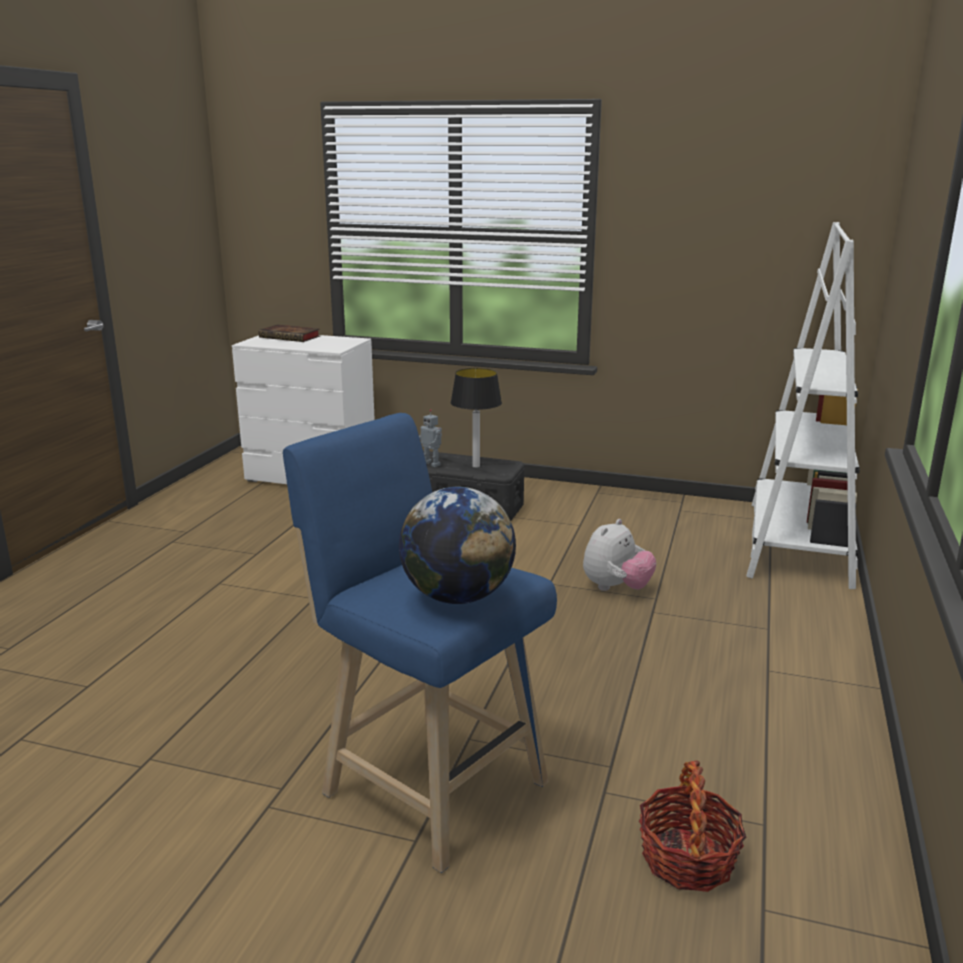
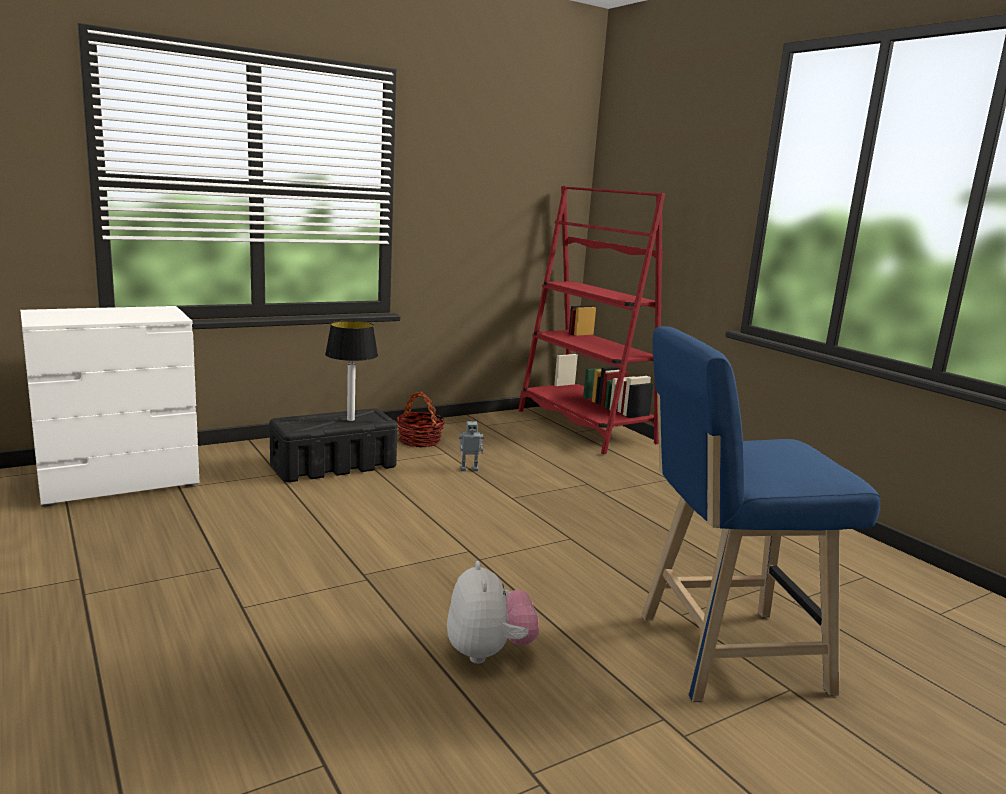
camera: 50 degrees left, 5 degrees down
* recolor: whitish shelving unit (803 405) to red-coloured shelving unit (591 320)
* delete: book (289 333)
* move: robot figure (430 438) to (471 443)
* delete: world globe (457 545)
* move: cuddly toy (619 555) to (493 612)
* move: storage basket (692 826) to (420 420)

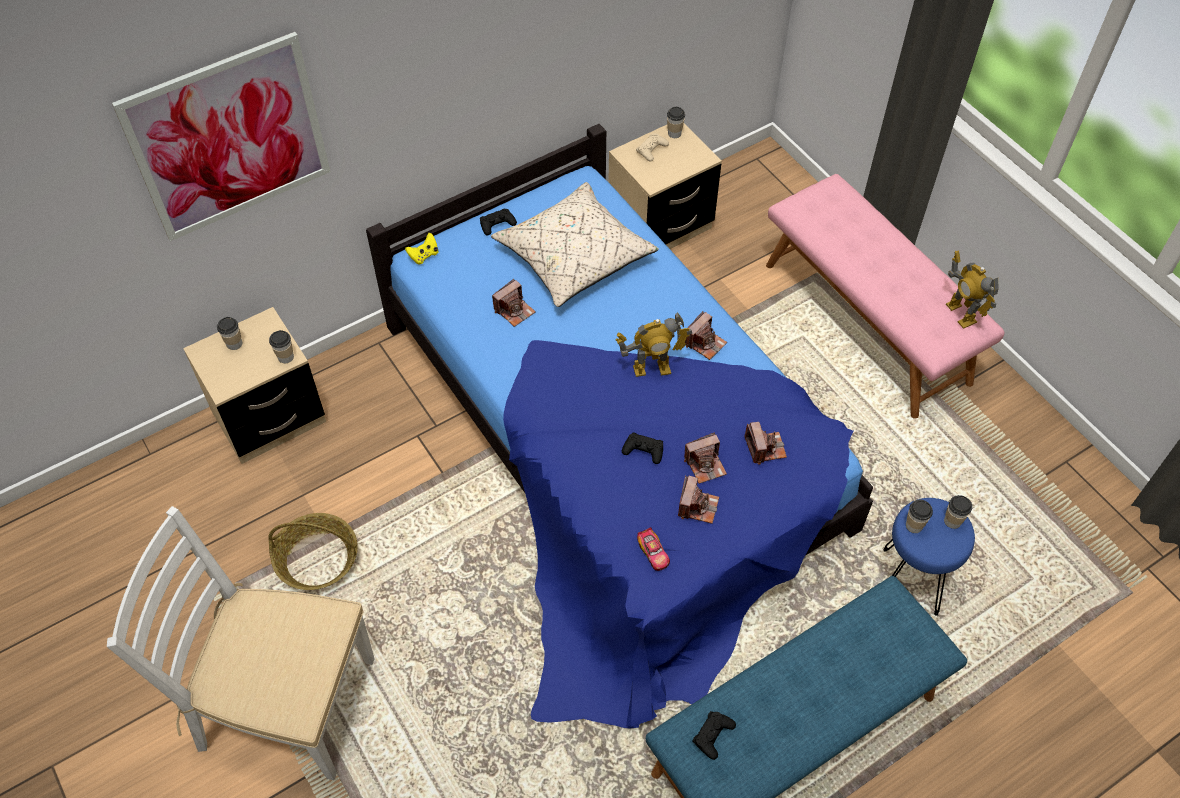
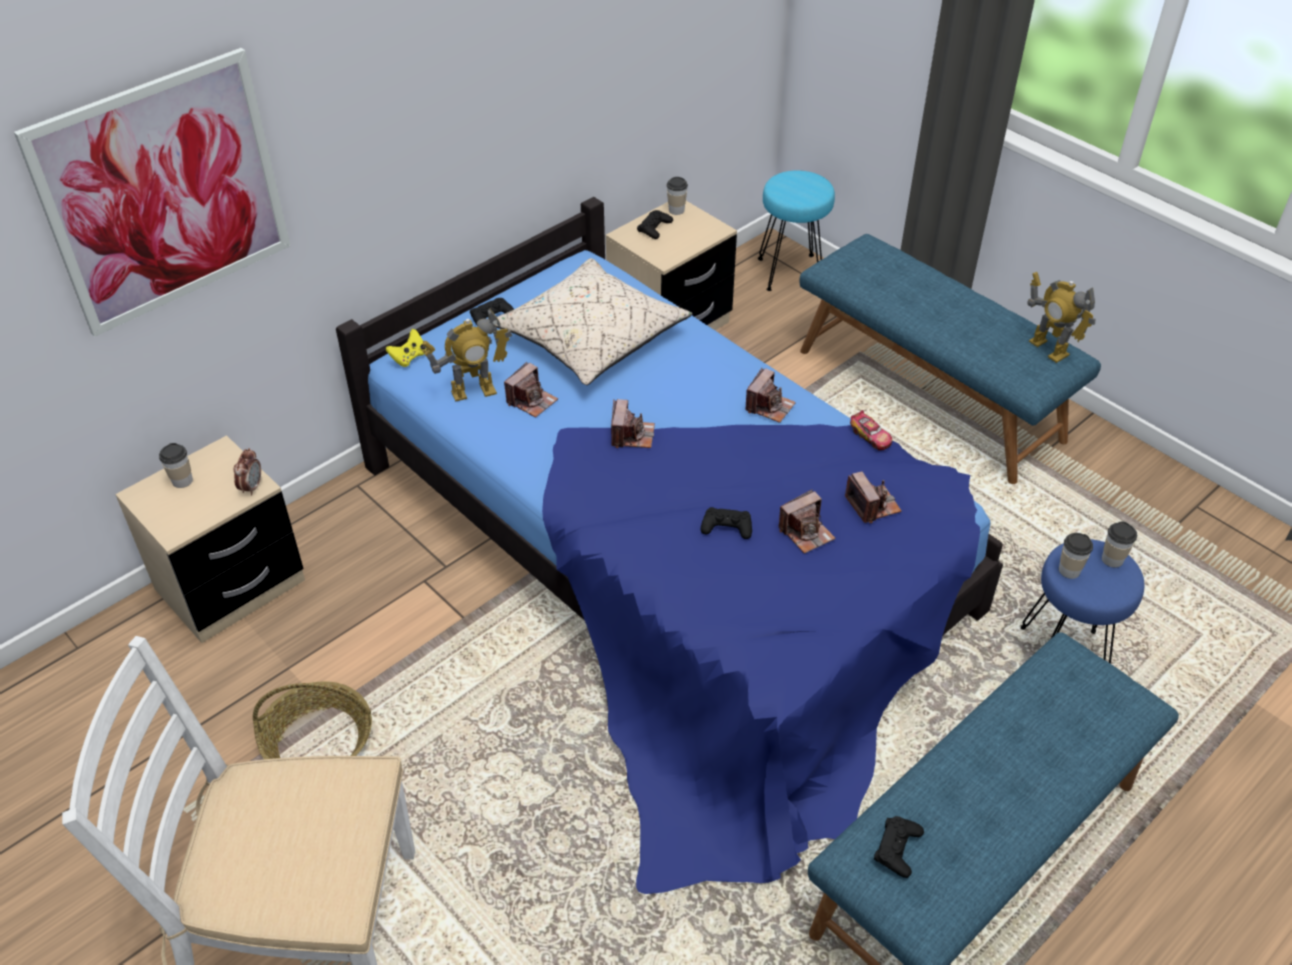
camera: 10 degrees left, 10 degrees down
* recolor: beige-coloured joypad (652 147) to black joypad (655 224)
* recolor: pinkish long seat (885 296) to blue-coloured long seat (950 359)
* move: robot figure (654 344) to (467 355)
* replace: small cup (281 346) to bedside clock (247 472)
* move: photo camera (698 499) to (633 423)
* move: miniature car (653 549) to (871 430)
* insert: turquoise stool seat (796 230)

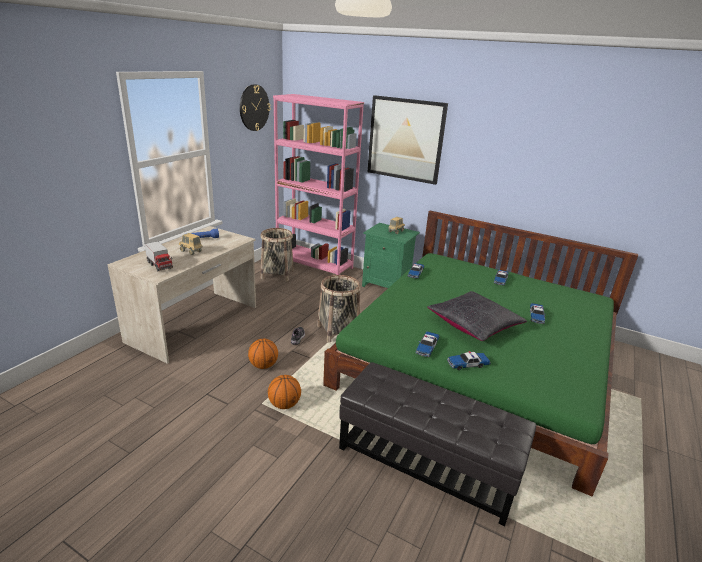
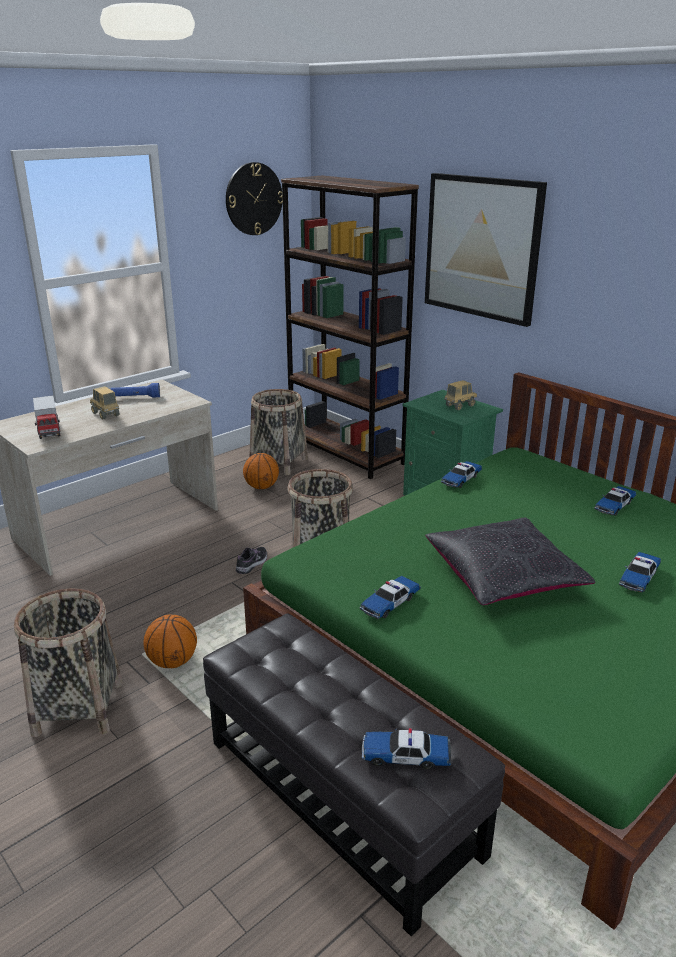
camera: 20 degrees right, 0 degrees up
* recolor: pinkish shelving unit (318 184) to brown-coloured shelving unit (350 327)
* move: ball for basketball (263 354) to (261 471)
* move: miniature car (469 360) to (406 749)
* insert: storage basket (68 662)

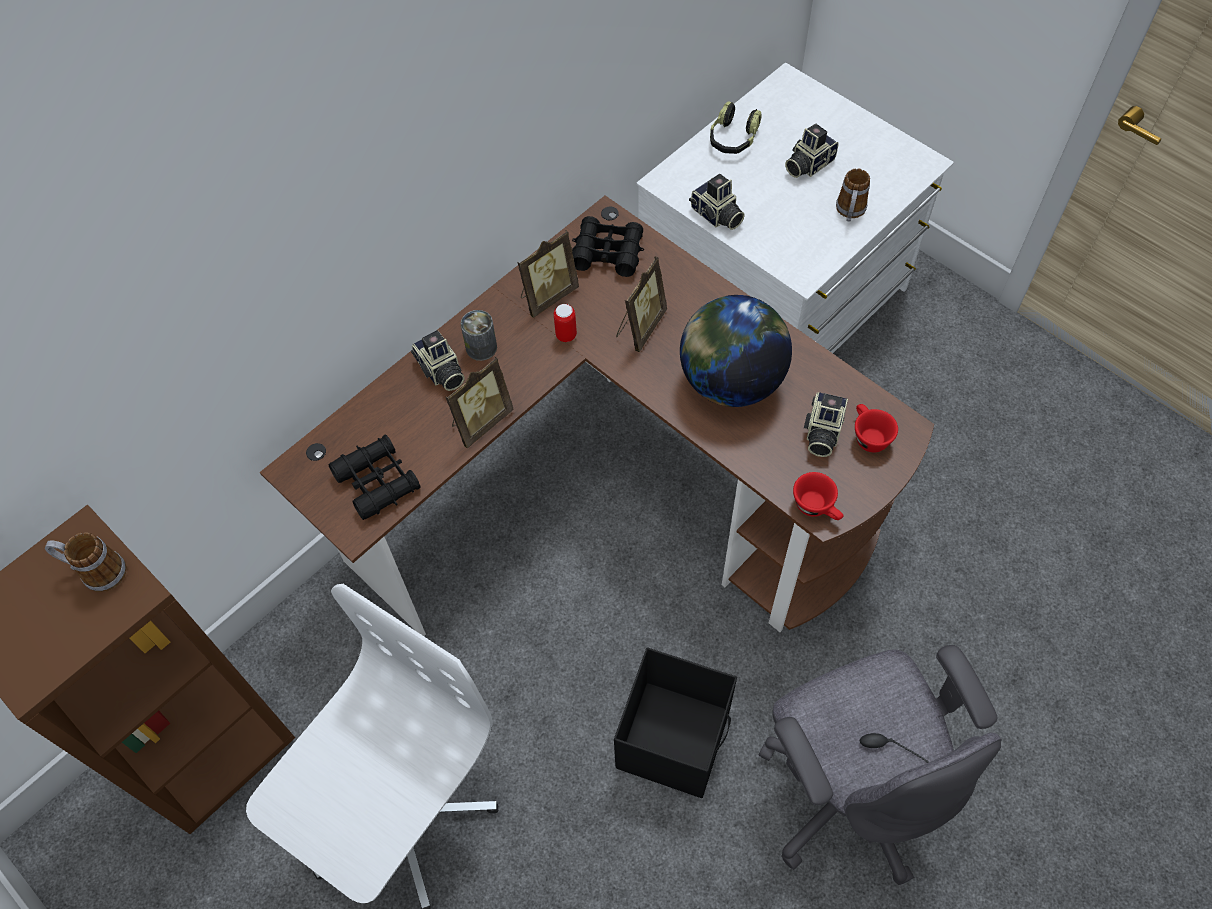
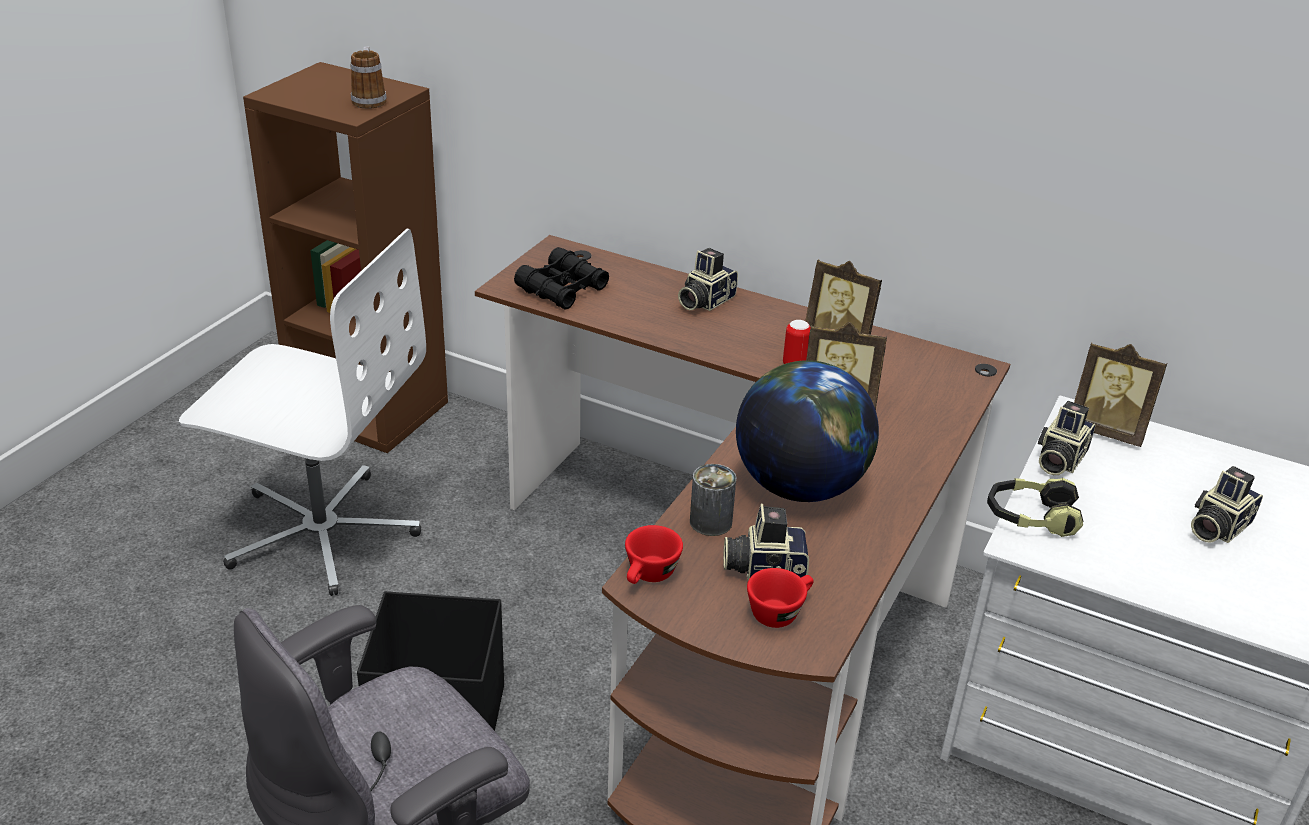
camera: 70 degrees right, 25 degrees down
* move: headset (736 127) to (1035 507)
* rotate: photo camera (812 151) = (1227 504) 75 degrees counterclockwise
* delete: mug (853 195)
* delete: black pair of binoculars (608 246)
* move: can (479 335) to (713 500)
* move: picture frame (479 402) to (1120 395)

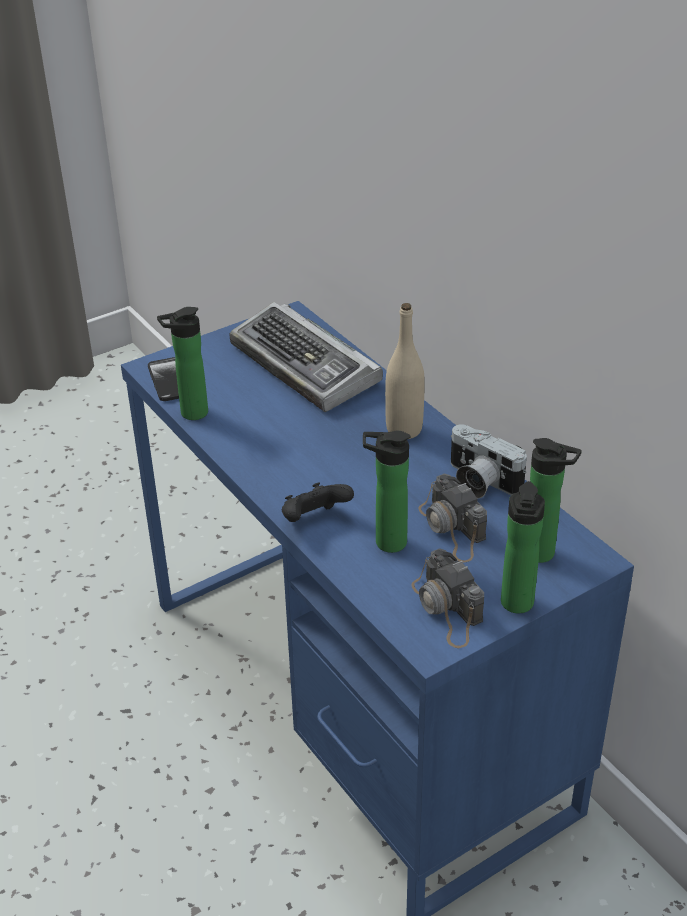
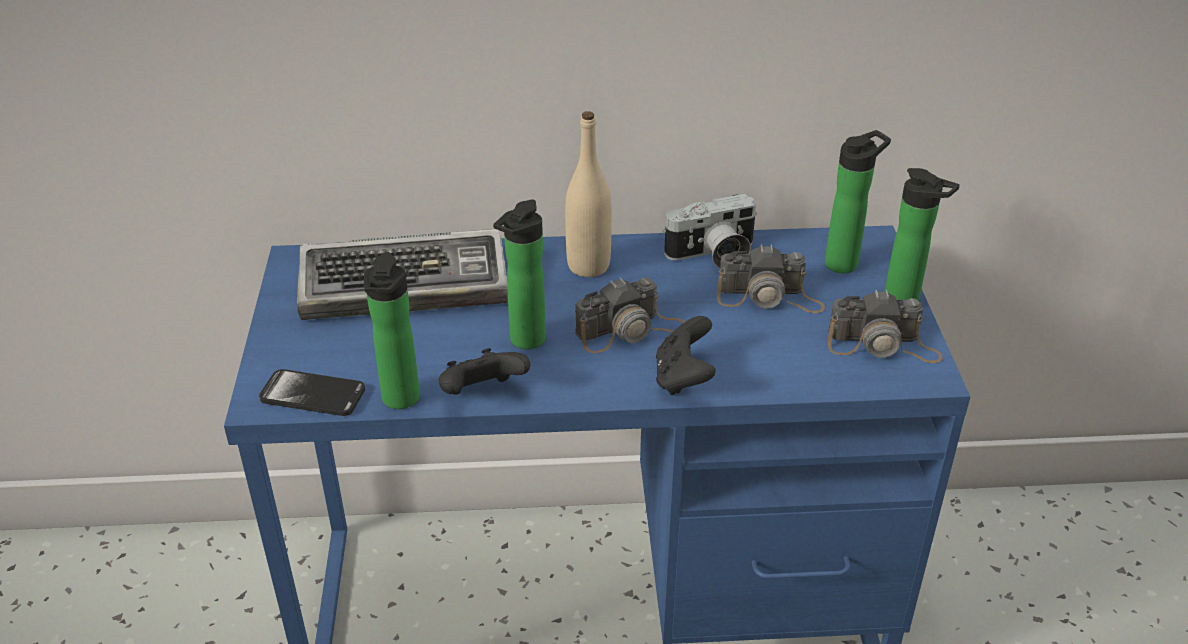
camera: 60 degrees left, 0 degrees up
* move: beverage bottle (386 491) to (519 274)
* insert: photo camera (630 315)
* insert: black joypad (484 371)

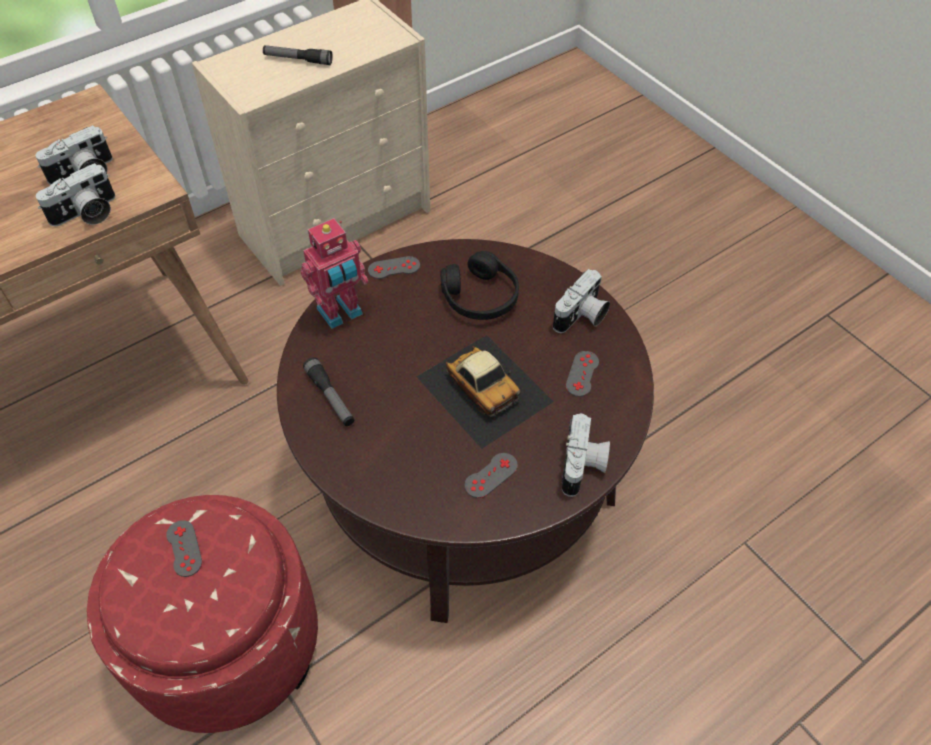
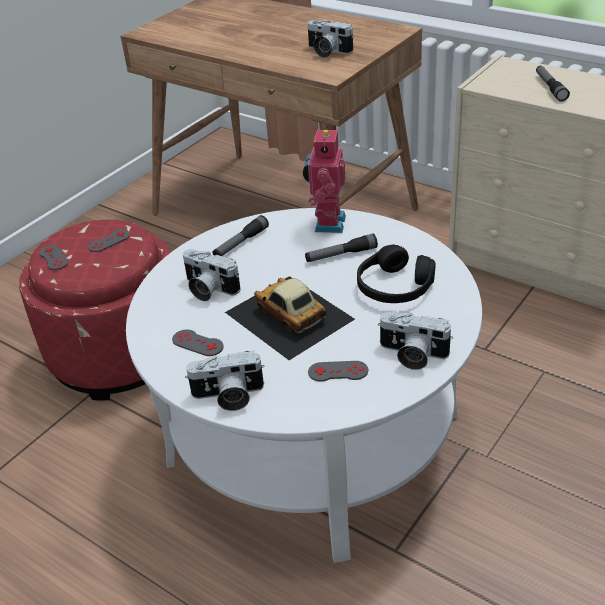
camera: 75 degrees right, 15 degrees down
* move: photo camera (75 194) to (212 275)
* rotate: robot figure (334 273) = (324 179) 60 degrees clockwise
* recolor: brown-coloured low table (465 431) to whitish low table (304 385)
* move: grey joypad (394 267) to (53 257)
* rotate: miniature car (485 392) = (290 318) 105 degrees clockwise
* insert: torch (341 248)

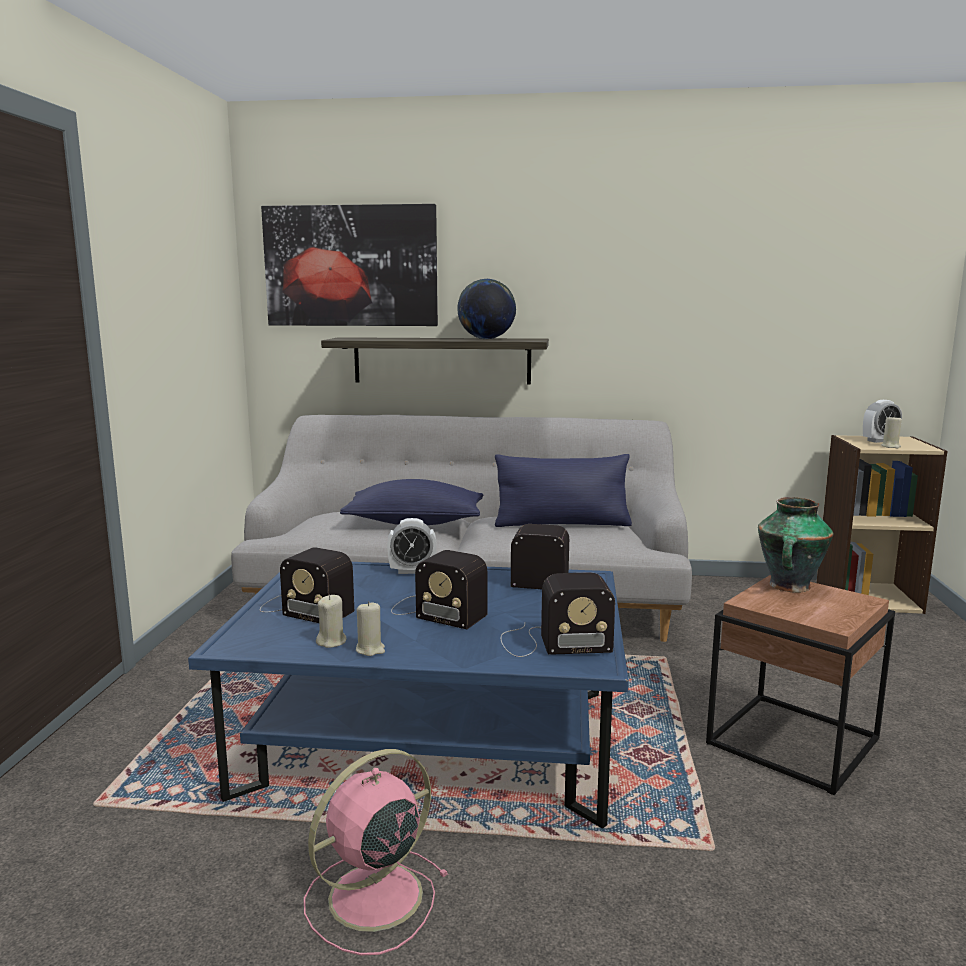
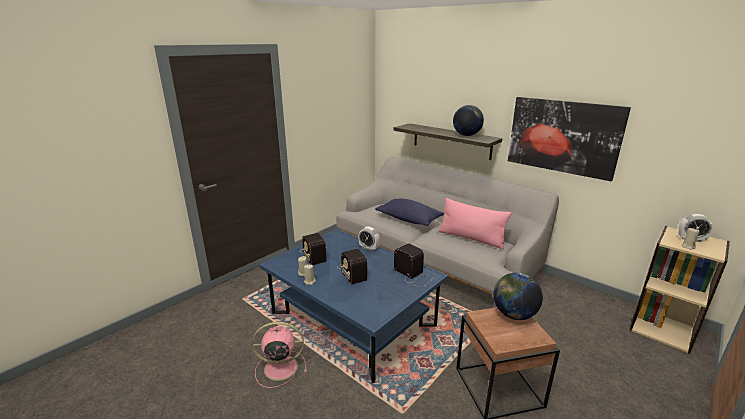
camera: 35 degrees right, 10 degrees up
* move: wall picture (349 265) to (569 139)
* recolor: blue-coloured cushion (563 490) to pinkish cushion (475 223)
* replace: flower vase (795 545) to world globe (518 296)
* delete: radio set (557 614)

